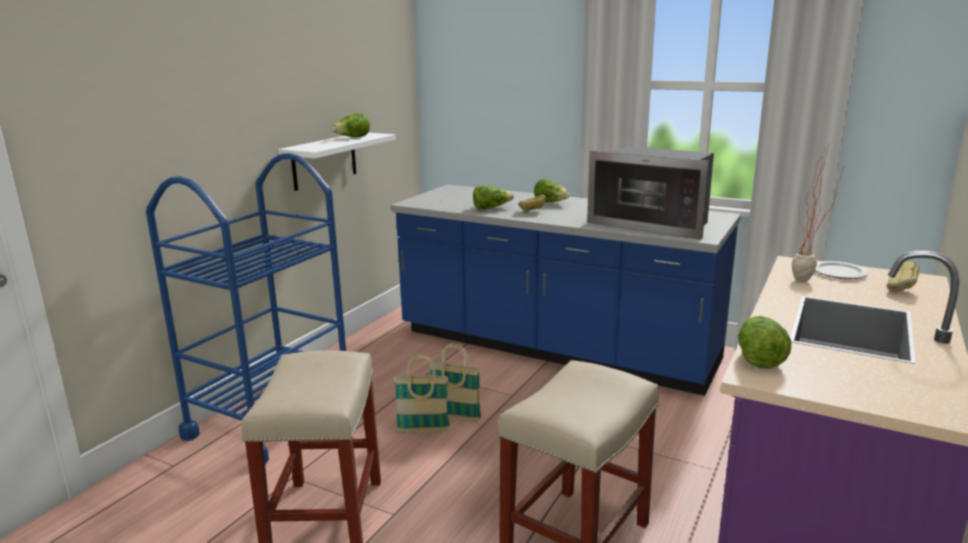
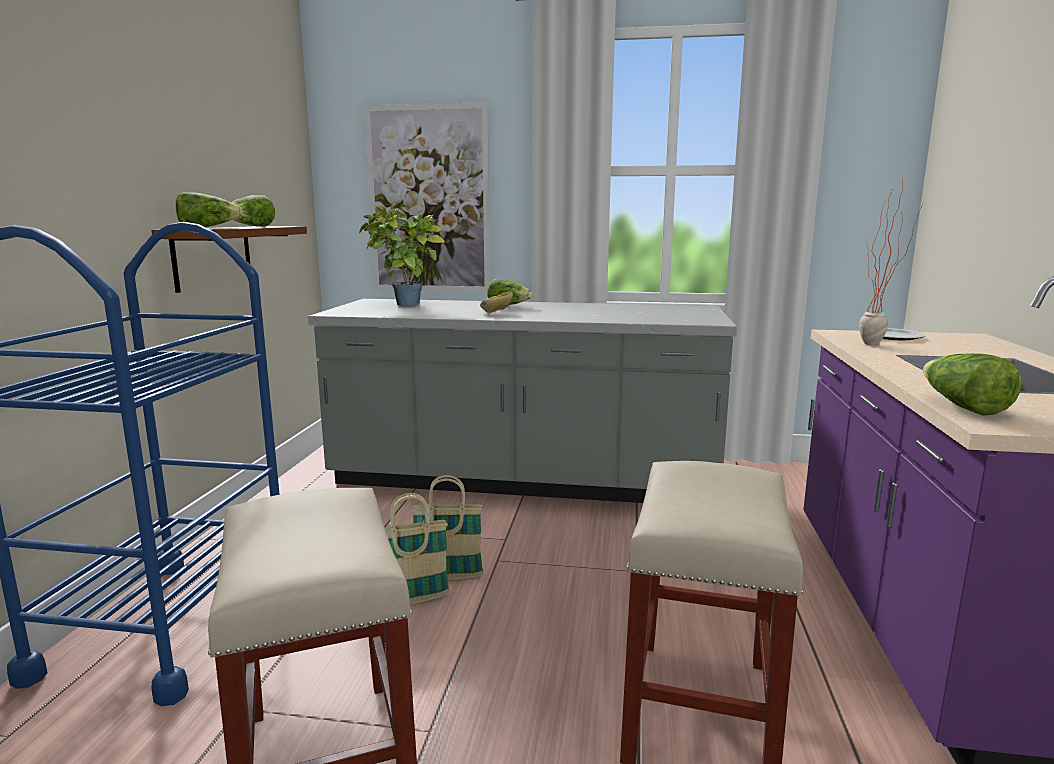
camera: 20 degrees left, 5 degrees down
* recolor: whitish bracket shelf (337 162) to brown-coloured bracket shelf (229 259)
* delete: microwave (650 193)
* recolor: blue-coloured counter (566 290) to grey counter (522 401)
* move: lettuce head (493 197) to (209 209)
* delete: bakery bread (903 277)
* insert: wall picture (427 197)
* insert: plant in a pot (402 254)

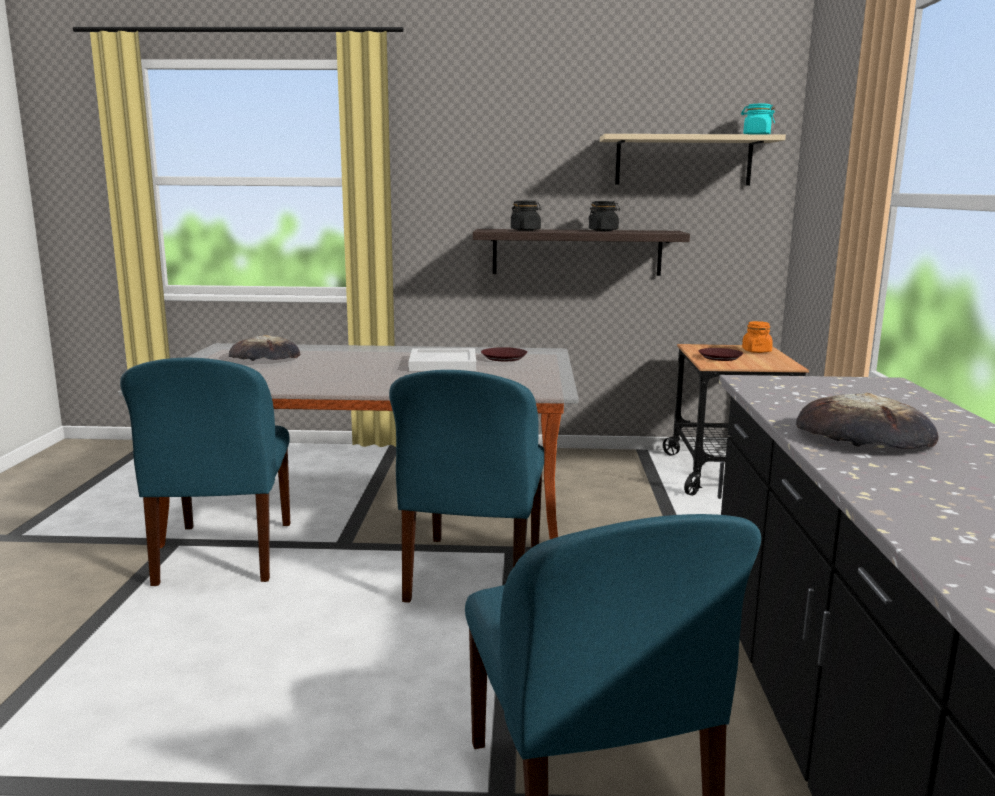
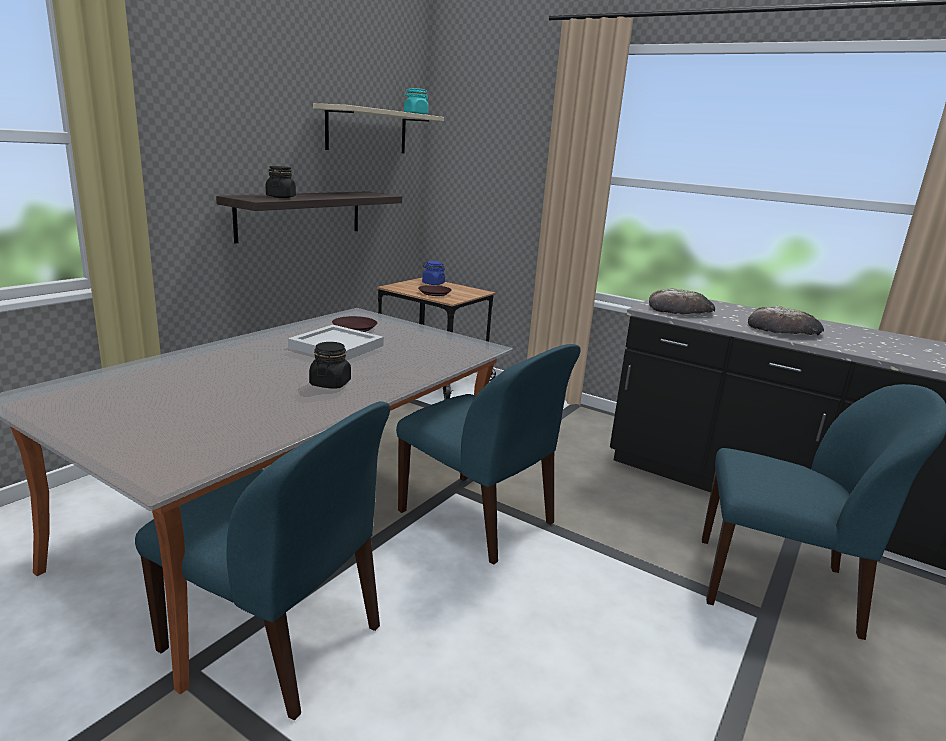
camera: 60 degrees left, 5 degrees up
* move: black storage jar (604 216) to (330 365)
* recolor: orangey storage jar (757 337) to blue-coloured storage jar (433 273)
* move: bakery bread (264 348) to (682 301)

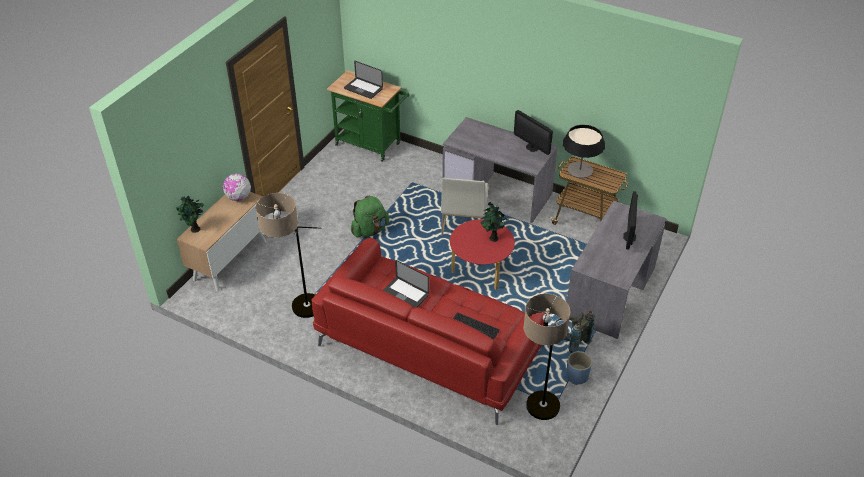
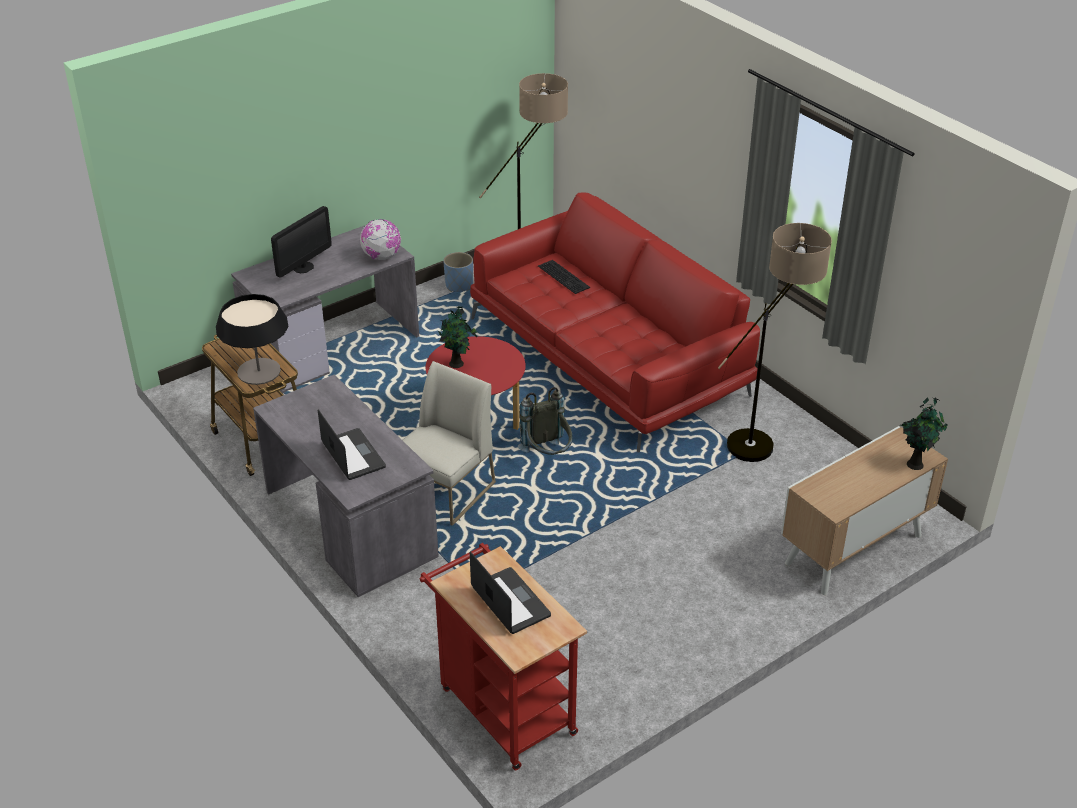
camera: 155 degrees left, 5 degrees down
* recolor: green cart (368 116) to red-coloured cart (503 657)
* delete: computer display (533 132)
* move: world globe (237 187) to (380 239)
* delete: green rucksack (370 216)
* move: notebook computer (406 283) to (352 444)
* move: grey rucksack (574 332) to (545 421)

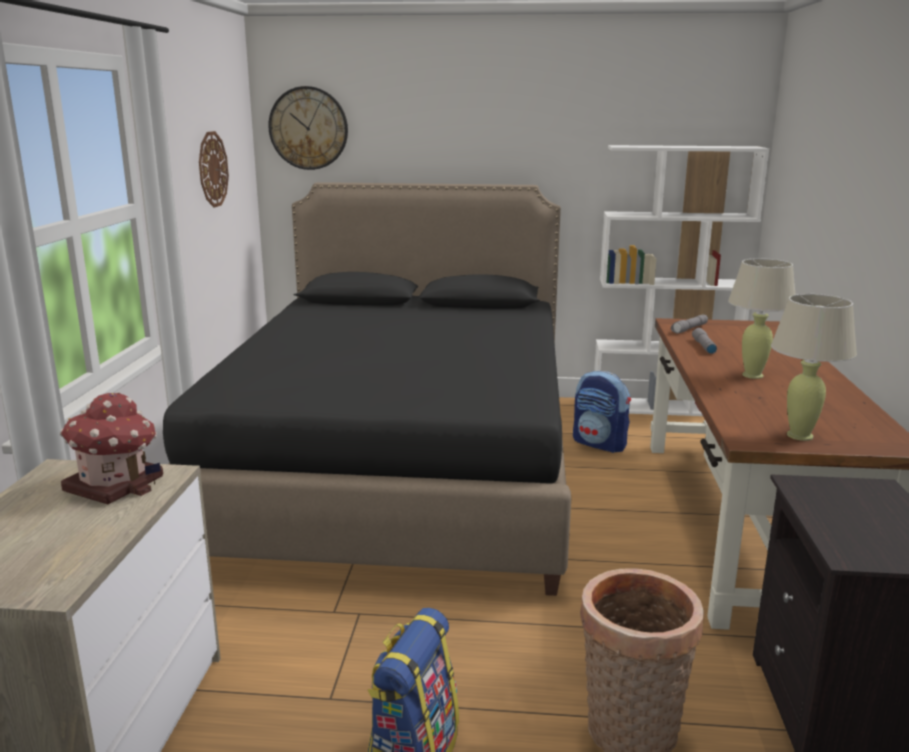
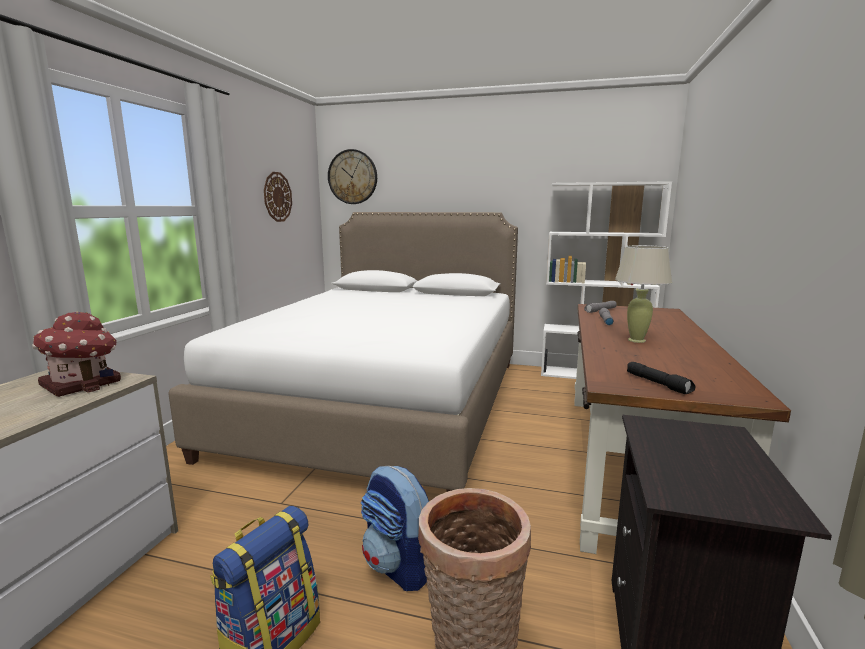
camera: 10 degrees right, 5 degrees down
* recolor: black bedroom bed (367 389) to whitish bedroom bed (343 352)
* replace: beige-coloured tabletop lamp (814 367) to black torch (661 378)
* move: rucksack (602 412) to (395 528)

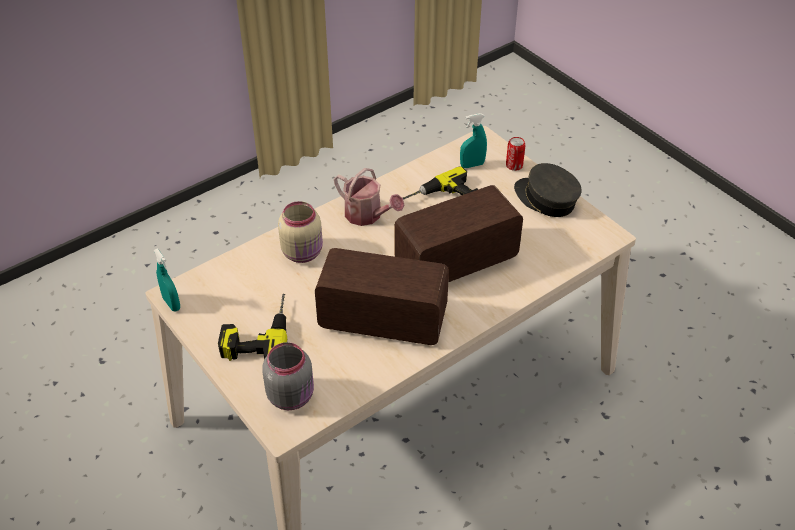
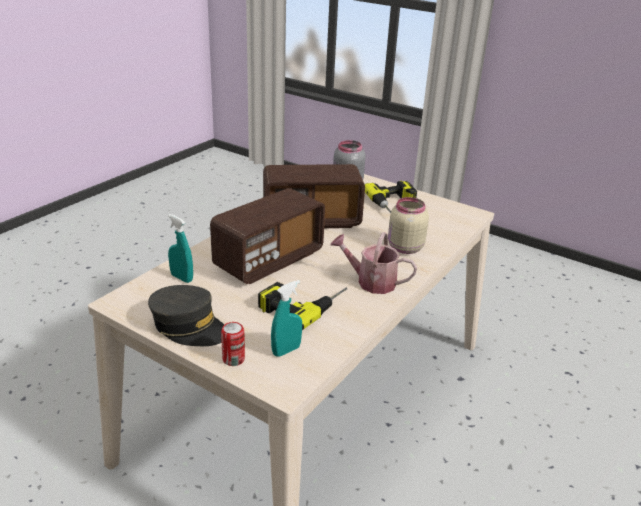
camera: 160 degrees right, 15 degrees down
* move: turquoise sprayer (167 280) to (180 248)

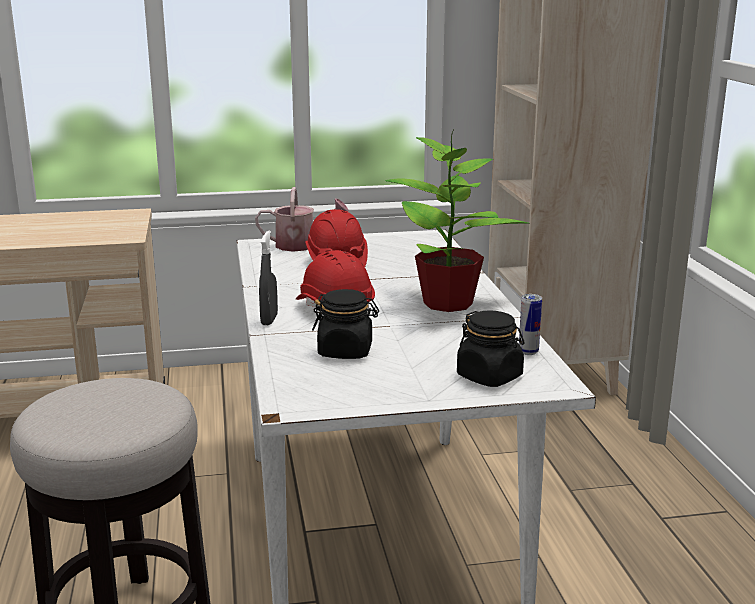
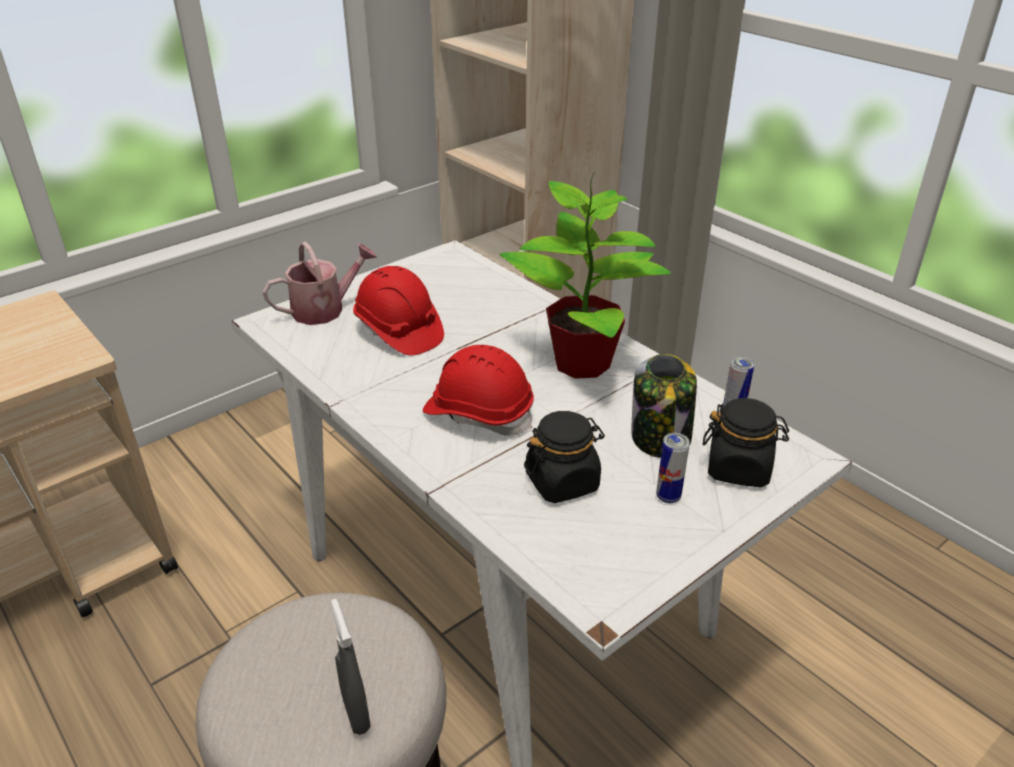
camera: 30 degrees left, 15 degrees up
* move: grey sprayer (268 277) to (351 667)
* insert: storage jar (664 406)
* insert: can (673 468)

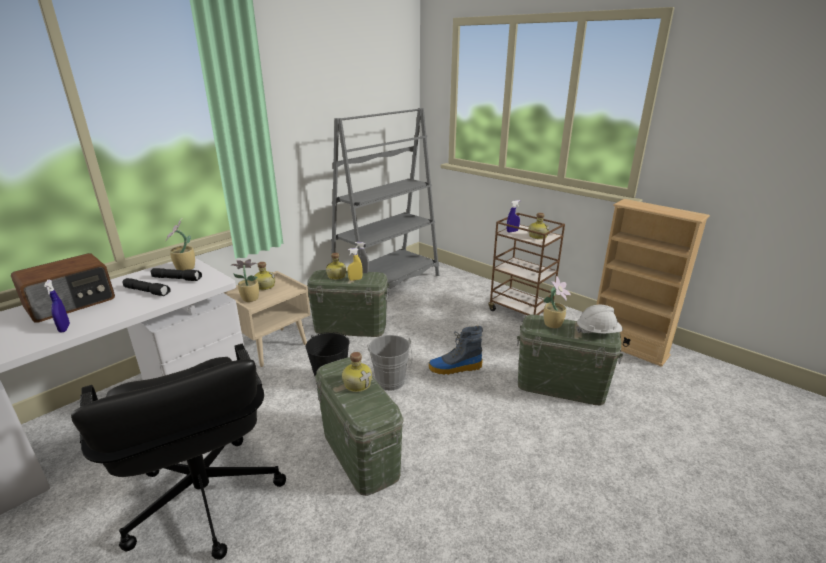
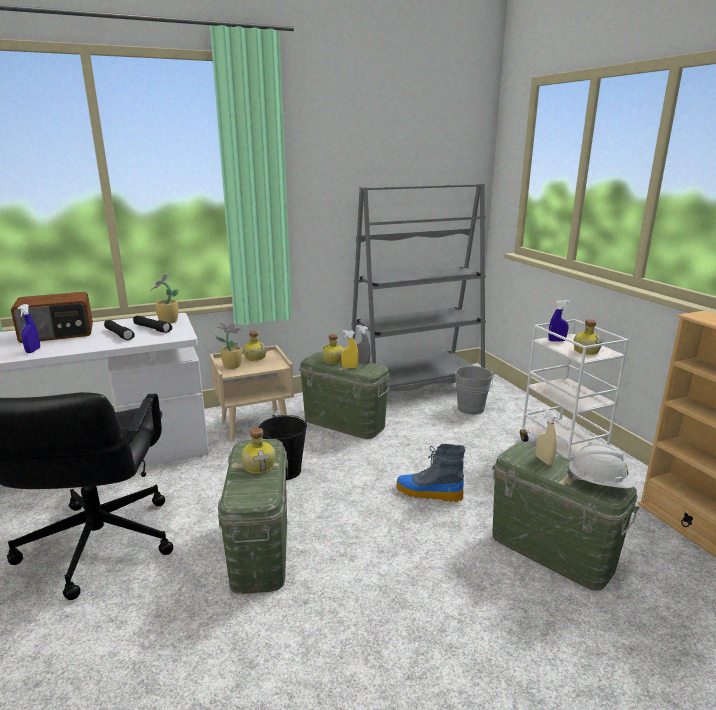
camera: 25 degrees right, 5 degrees down
* recolor: brown-coloured cart (526 264) to whitish cart (574 389)
* replace: plant in a pot (557 302) to beige-coloured sprayer (546 436)
* move: grey pail (389 363) to (474 390)

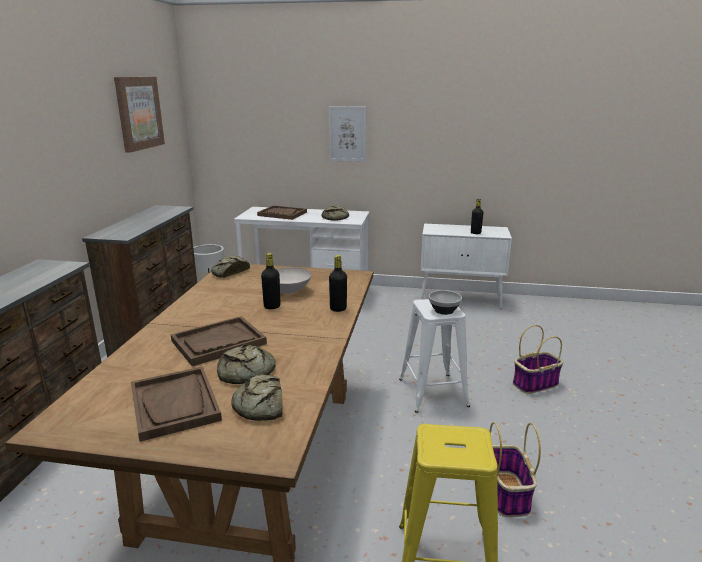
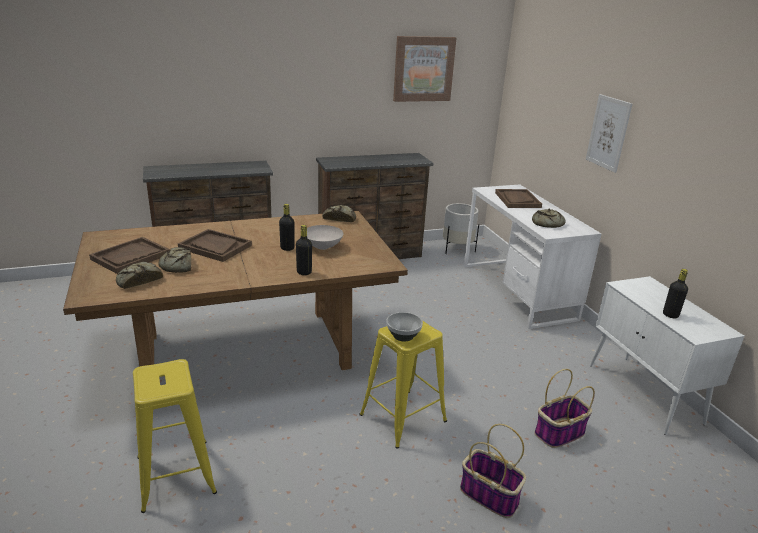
camera: 60 degrees right, 5 degrees up
* recolor: whitish stool seat (434 356) to yellow stool seat (403 384)
* move: storage basket (515 469) to (564 408)

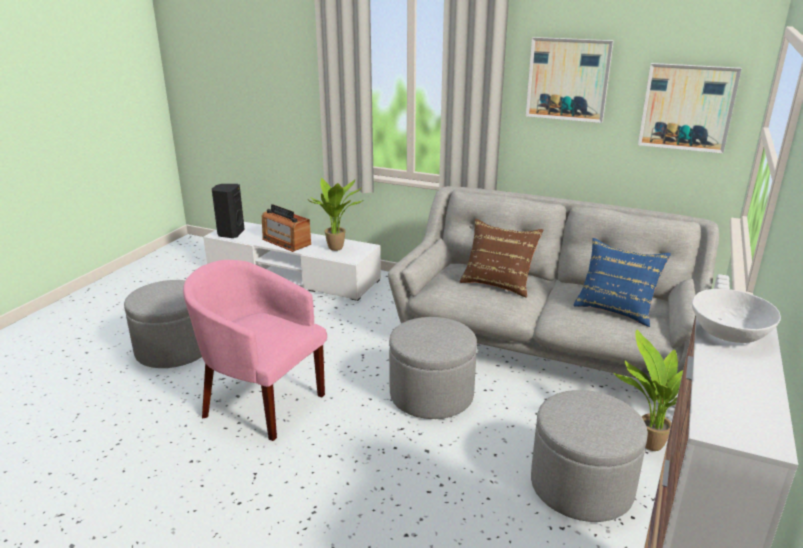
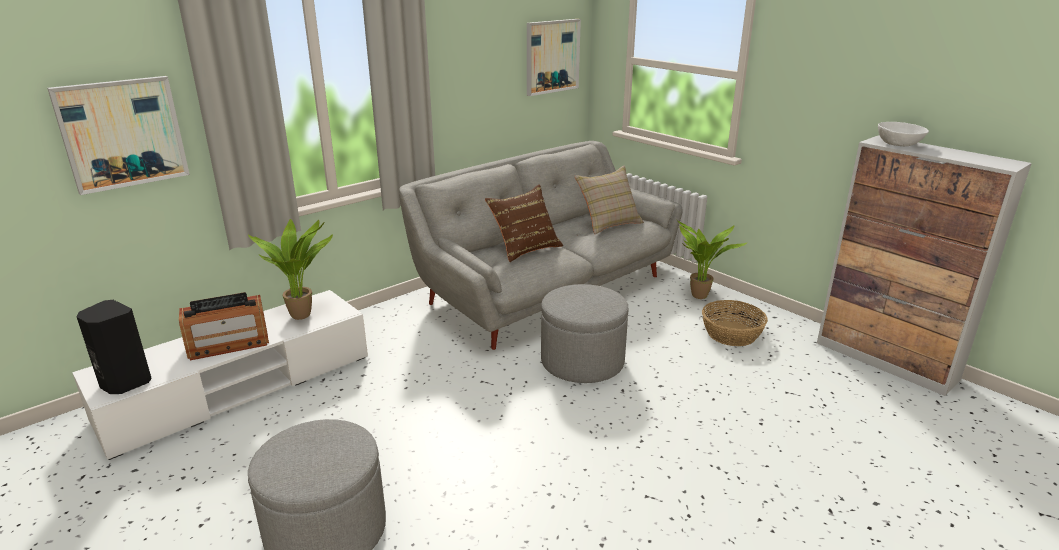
camera: 65 degrees left, 0 degrees up
* move: wall picture (570 80) to (118 135)
* recolor: blue-coloured cushion (622 282) to beige-coloured cushion (609 199)
* delete: pinkish easy chair (255 350)
* replace: grey footrest (589 456) to storage basket (735 323)

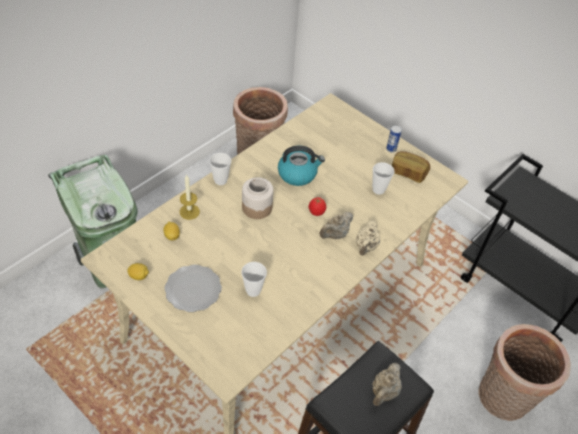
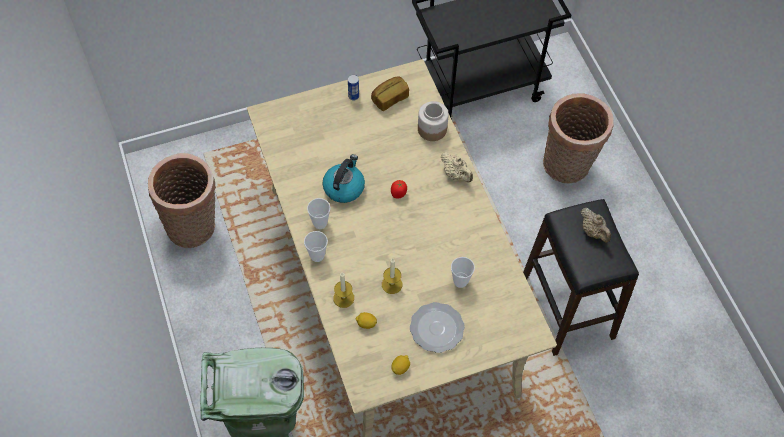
camera: 60 degrees left, 10 degrees up
* move: small cup (383 178) to (318 213)
* move: storage jar (257 198) to (433 121)
* delete: beige-coloured tea pot (336 225)
* insert: wax candle (392 276)

